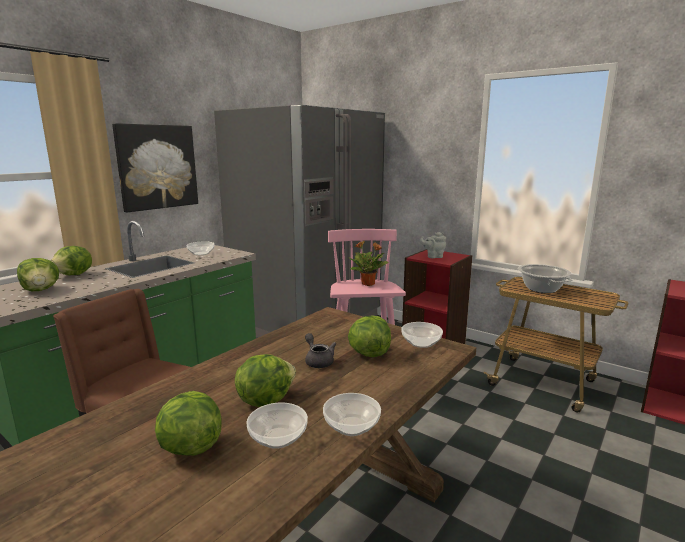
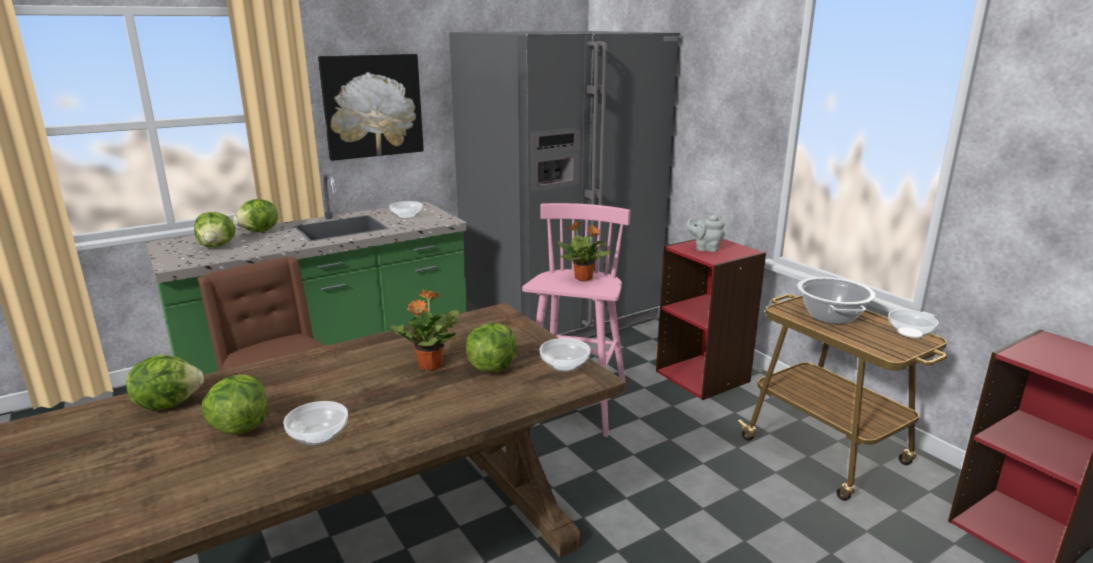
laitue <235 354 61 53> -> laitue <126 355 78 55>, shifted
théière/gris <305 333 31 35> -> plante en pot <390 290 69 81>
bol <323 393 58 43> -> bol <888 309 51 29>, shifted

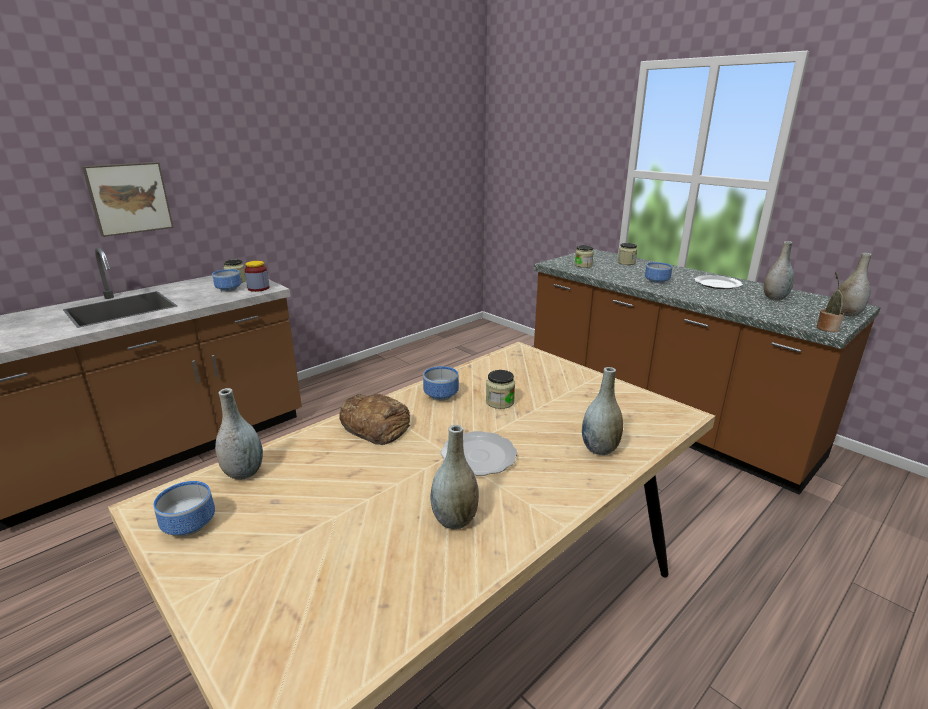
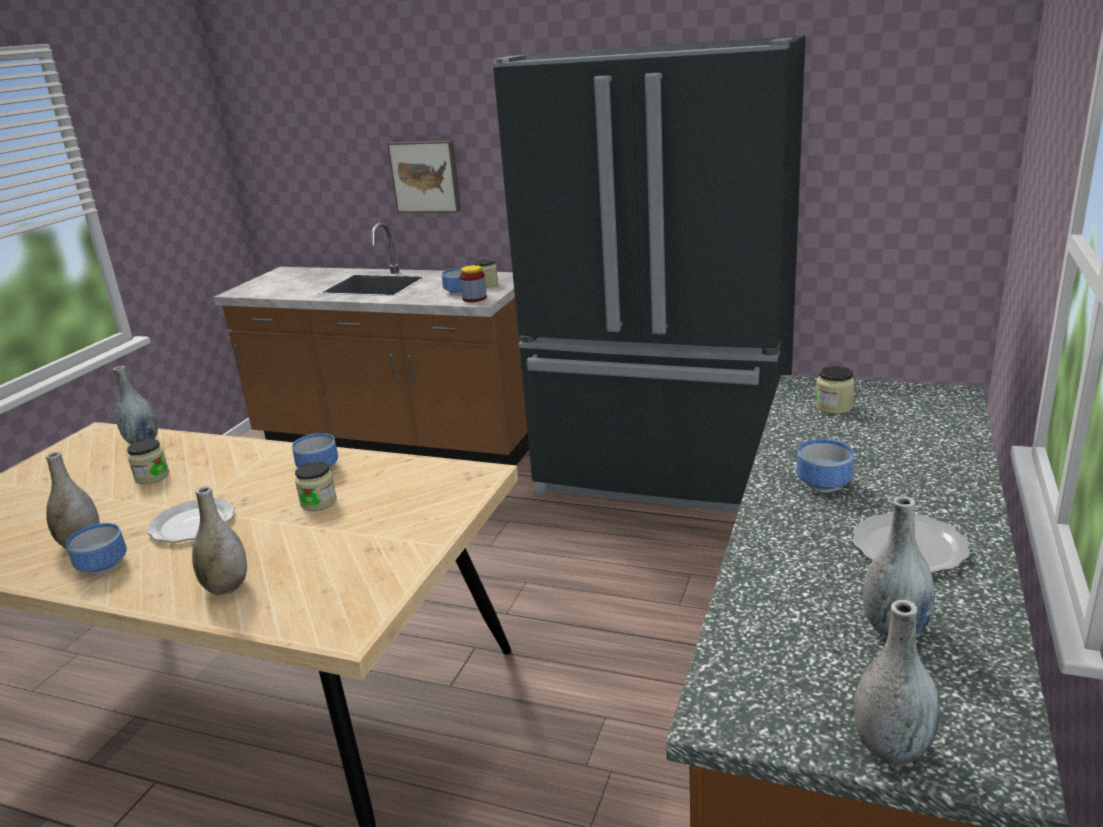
bol <153 481 62 55> -> bol <66 523 61 51>, shifted
bocal <618 243 19 22> -> bocal <127 439 42 45>, shifted
none -> réfrigérateur/noir <492 35 314 478>
pain <339 393 71 52> -> none
plante en pot <816 272 28 60> -> none

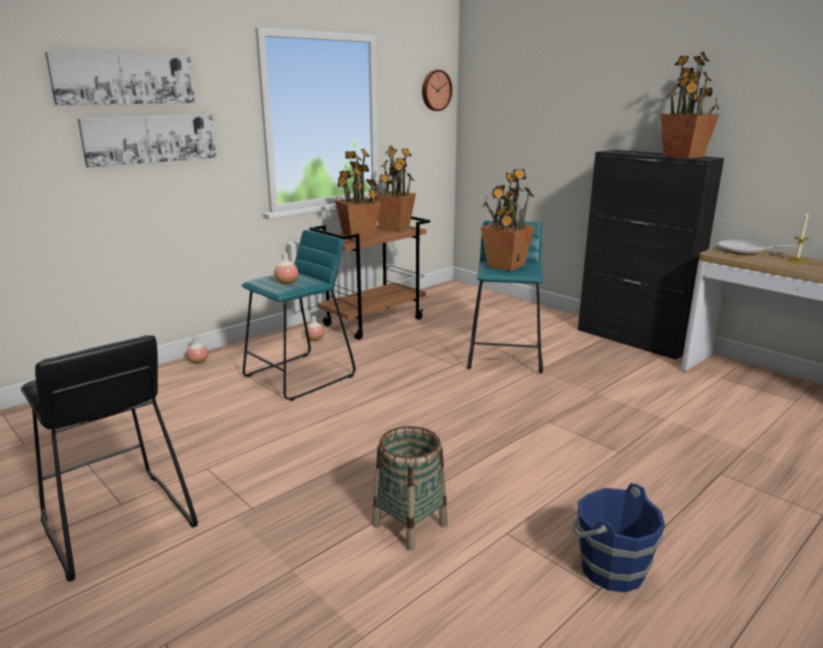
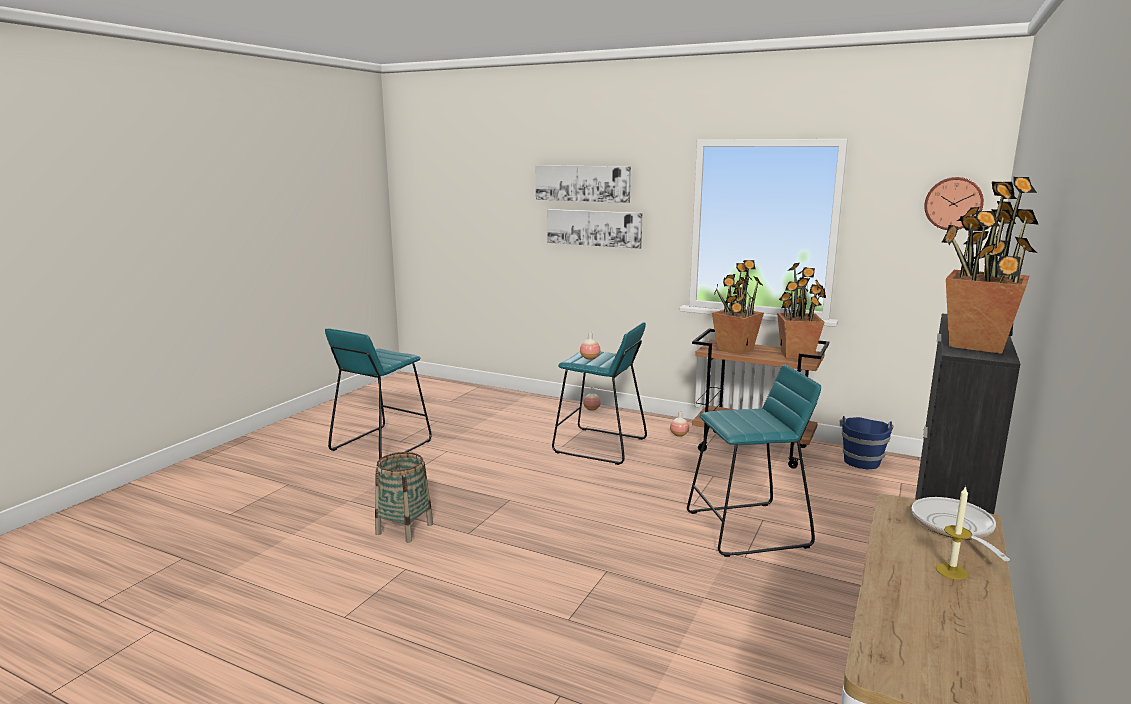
tabouret/noir <21 335 177 247> -> tabouret/turquoise <325 328 107 131>
seau/bleu <571 483 94 109> -> seau/bleu <840 416 54 53>, shifted
plante en pot <481 169 54 102> -> none

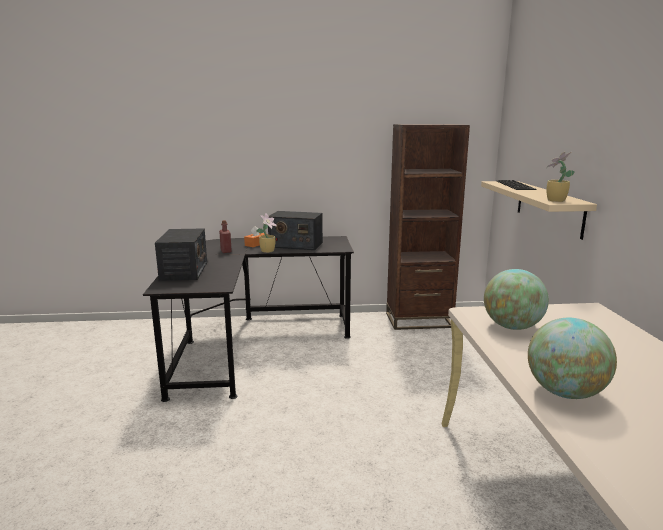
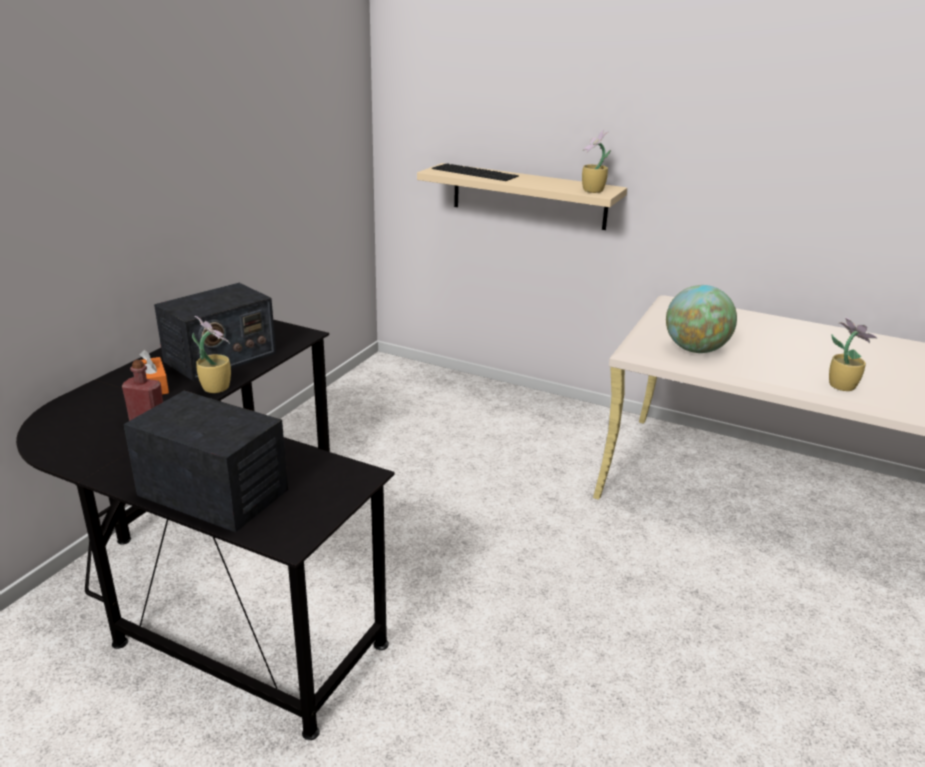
globe <528 318 89 81> -> plante en pot <829 318 48 73>
bibliothèque/marron <386 124 84 206> -> none

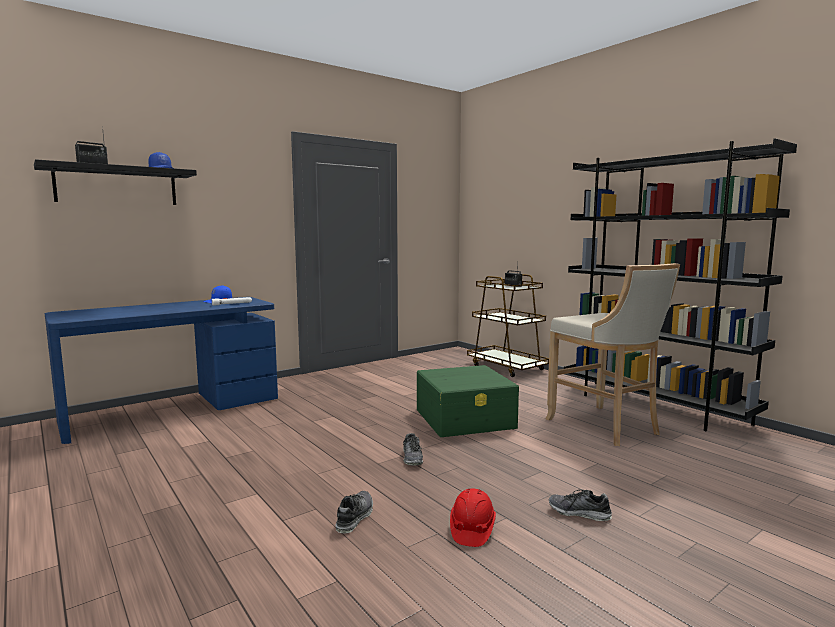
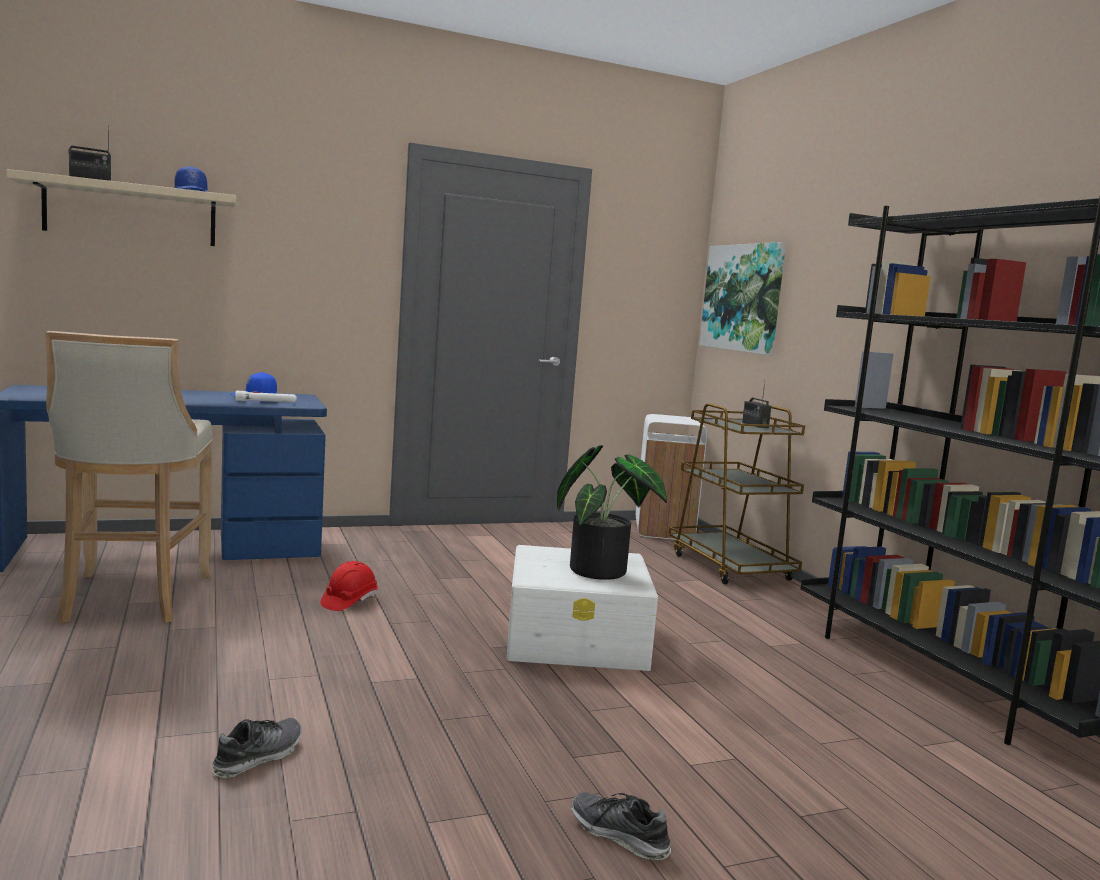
étagère/noir <34 159 163 46> -> étagère/beige <6 169 230 77>
tabouret/beige <546 263 134 183> -> tabouret/beige <45 331 168 292>, shifted
casque de chantier/rouge <450 488 46 59> -> casque de chantier/rouge <320 561 58 50>, shifted
boîte de rangement/vert <417 365 102 72> -> boîte de rangement/blanc <507 545 151 126>
none -> plante en pot <557 445 110 135>
none -> poubelle/blanc <636 414 71 126>
none -> tableau <699 242 87 113>
chaussure <403 433 20 33> -> none

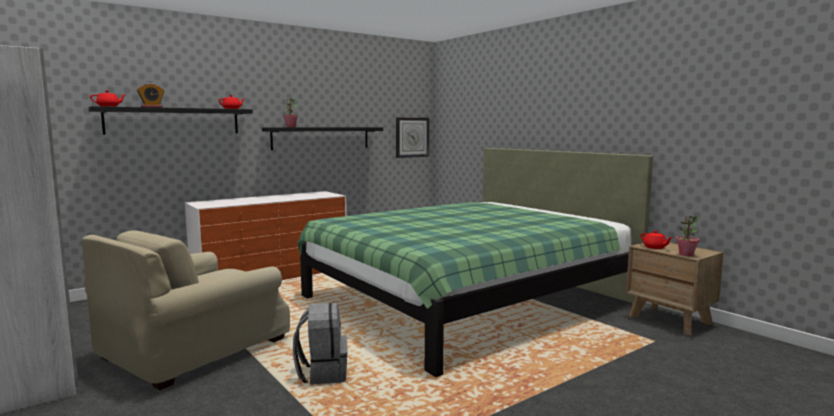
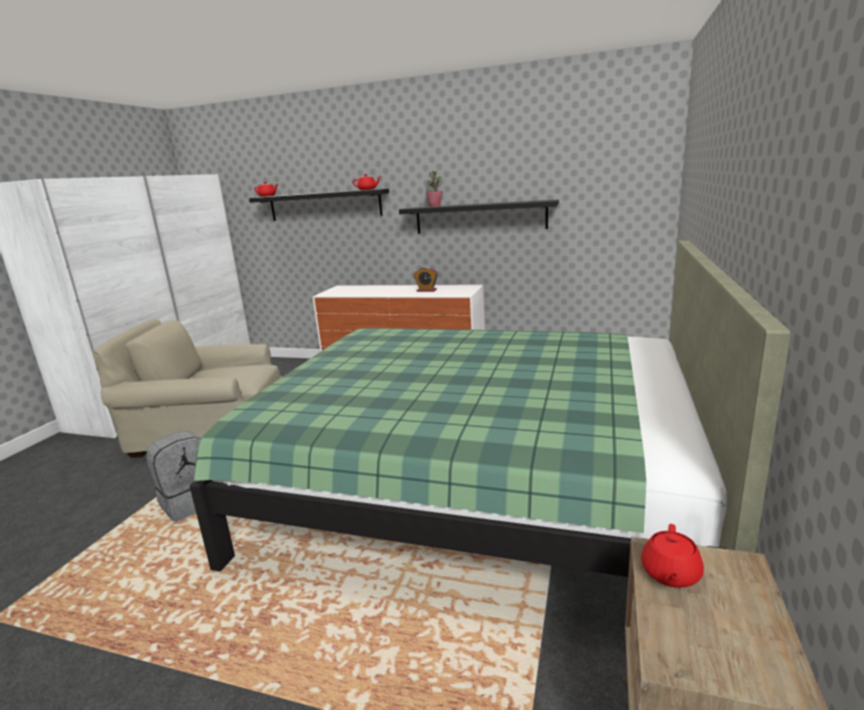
réveil <137 83 27 25> -> réveil <413 267 25 25>, shifted
horloge murale <396 117 33 41> -> none
plante en pot <676 216 23 40> -> none

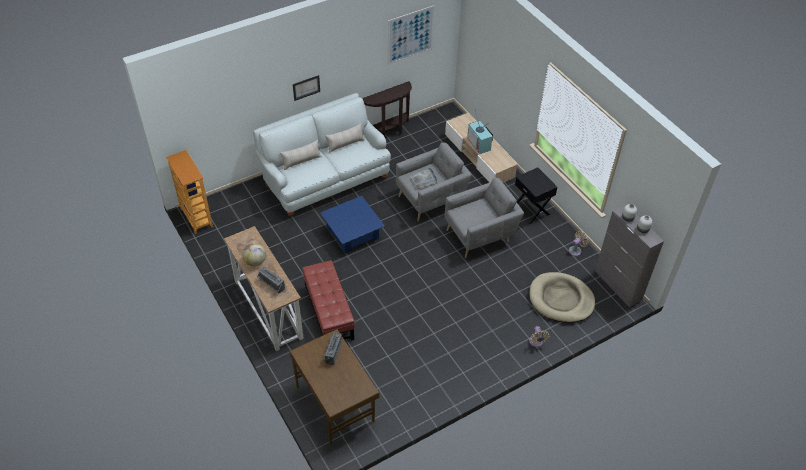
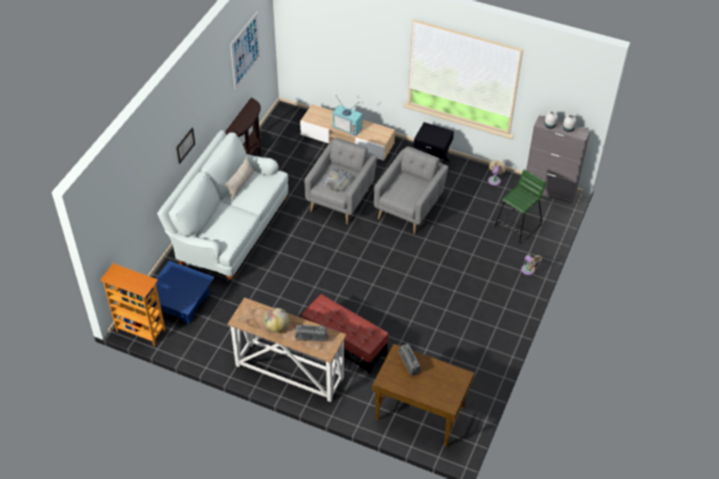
table basse/bleu <320 196 65 57> -> table basse/bleu <150 261 64 63>, shifted
panier pour chien/beige <529 272 66 51> -> tabouret/vert <495 169 51 74>
coussin/beige <280 140 42 30> -> none

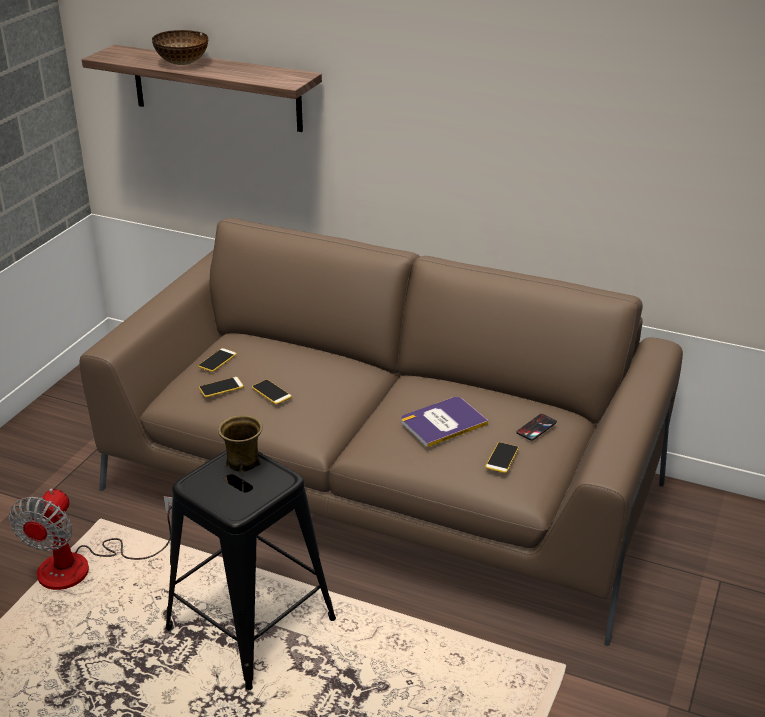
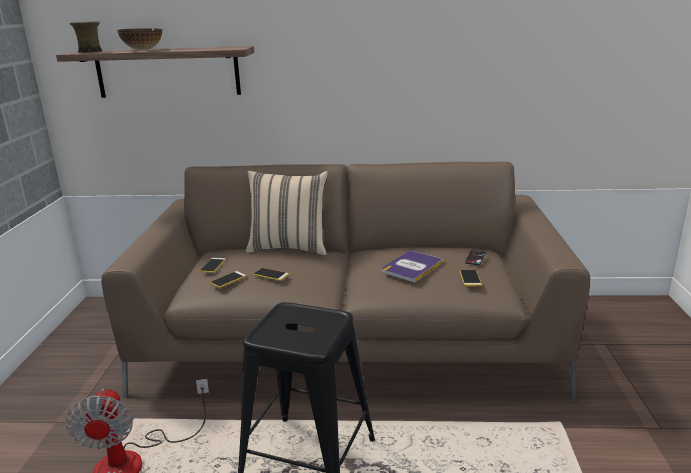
mug/marron <218 415 45 59> -> mug/marron <70 21 32 32>, shifted
none -> coussin/beige <246 171 82 84>

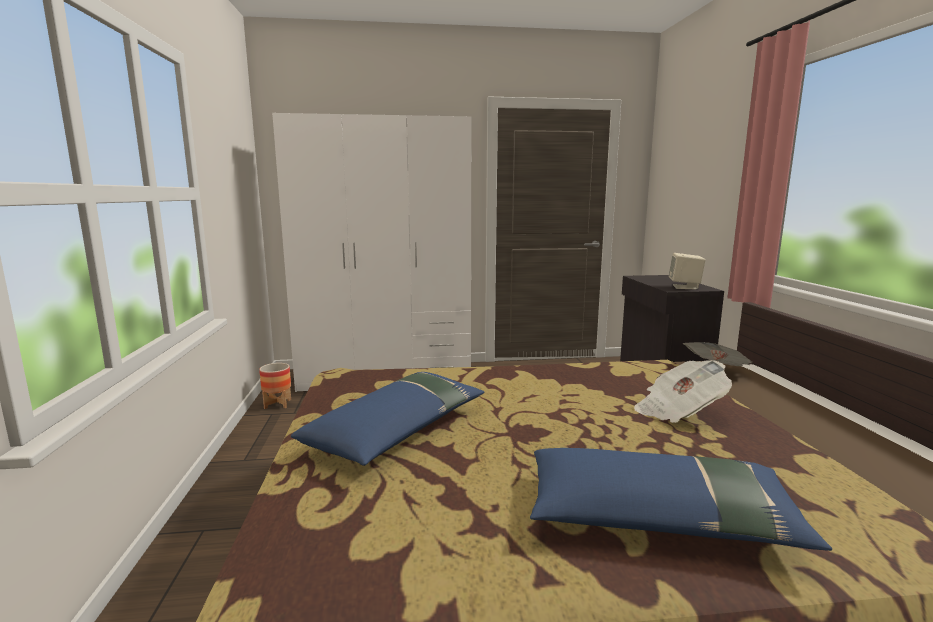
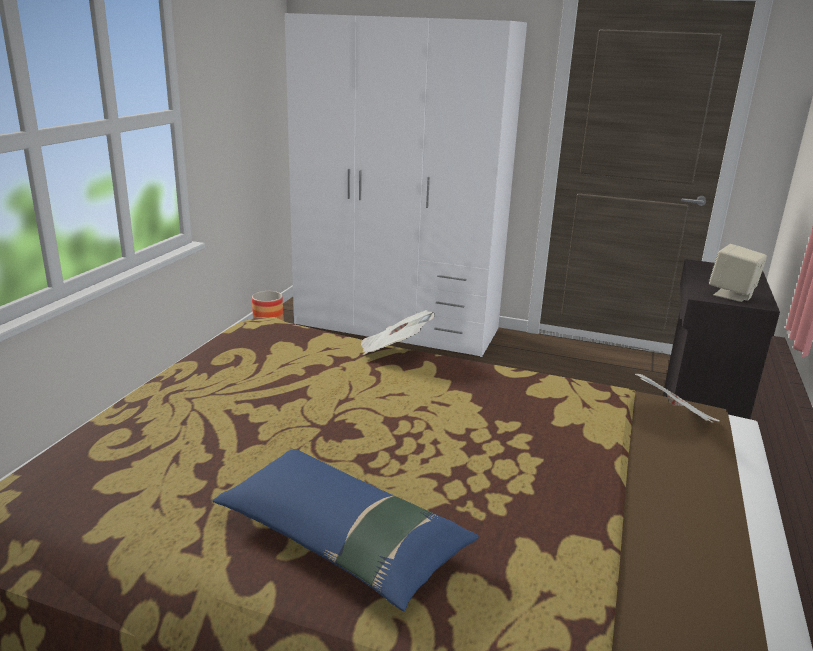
journal <634 360 98 63> -> journal <361 310 73 45>, shifted
coussin/bleu <291 372 194 94> -> none

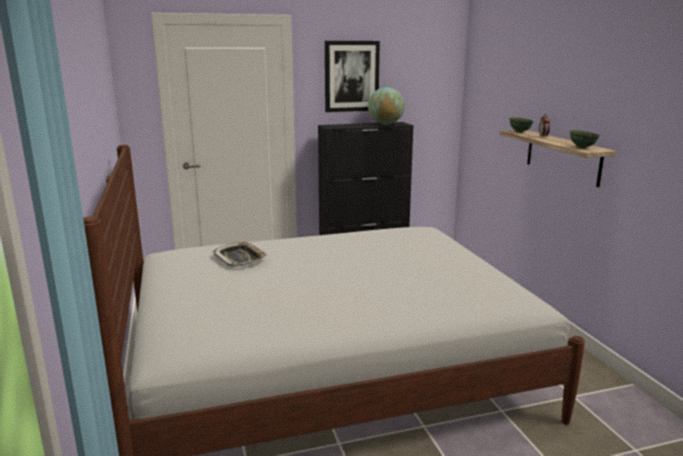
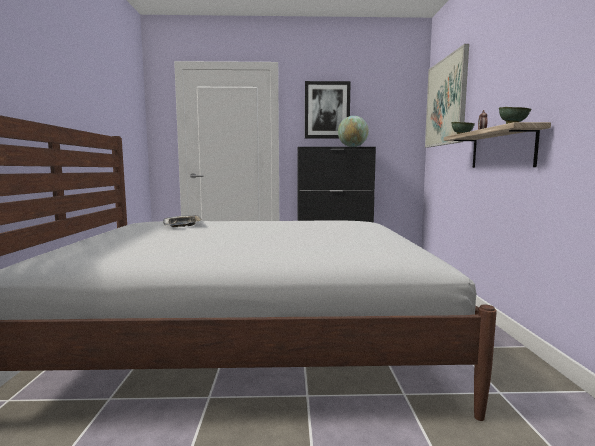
none -> tableau <425 44 44 103>

